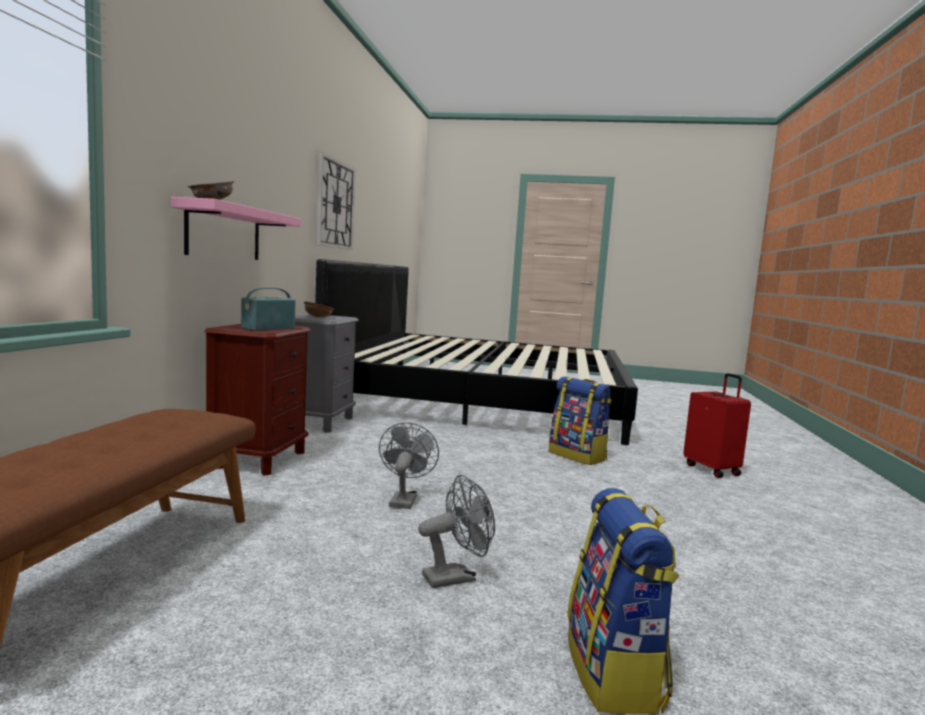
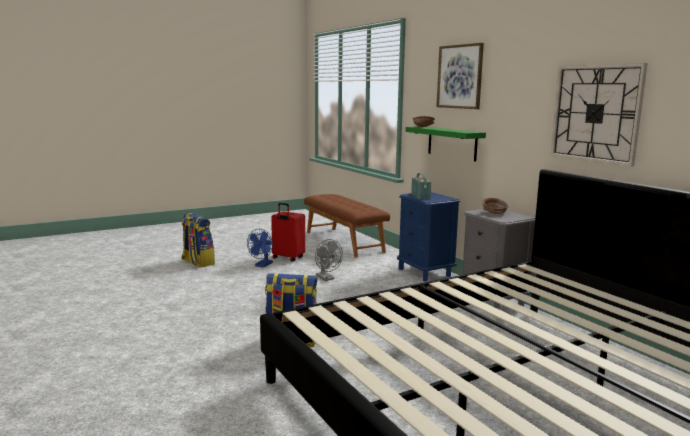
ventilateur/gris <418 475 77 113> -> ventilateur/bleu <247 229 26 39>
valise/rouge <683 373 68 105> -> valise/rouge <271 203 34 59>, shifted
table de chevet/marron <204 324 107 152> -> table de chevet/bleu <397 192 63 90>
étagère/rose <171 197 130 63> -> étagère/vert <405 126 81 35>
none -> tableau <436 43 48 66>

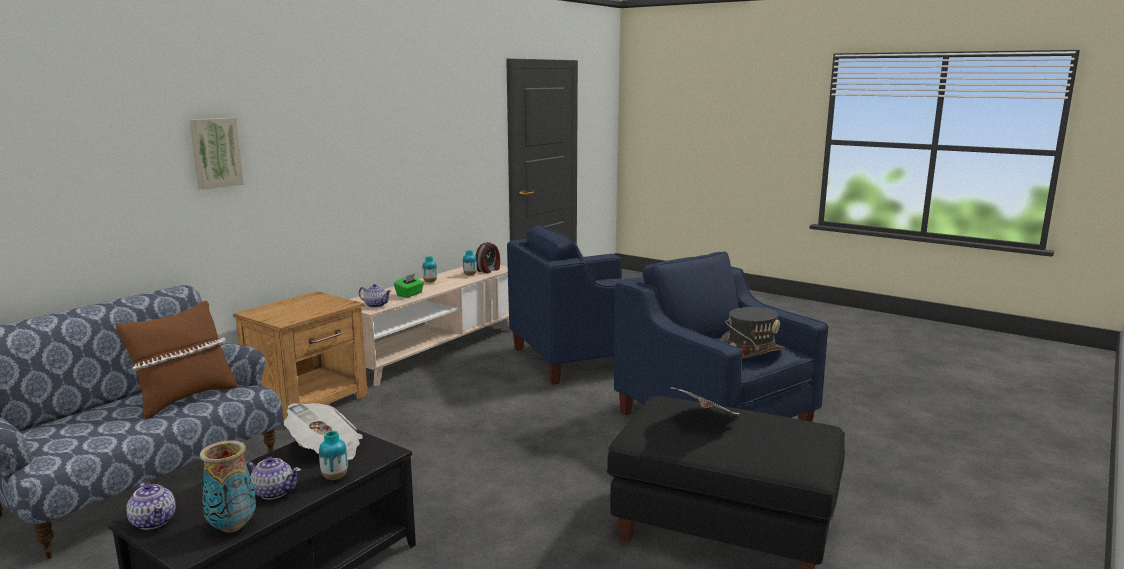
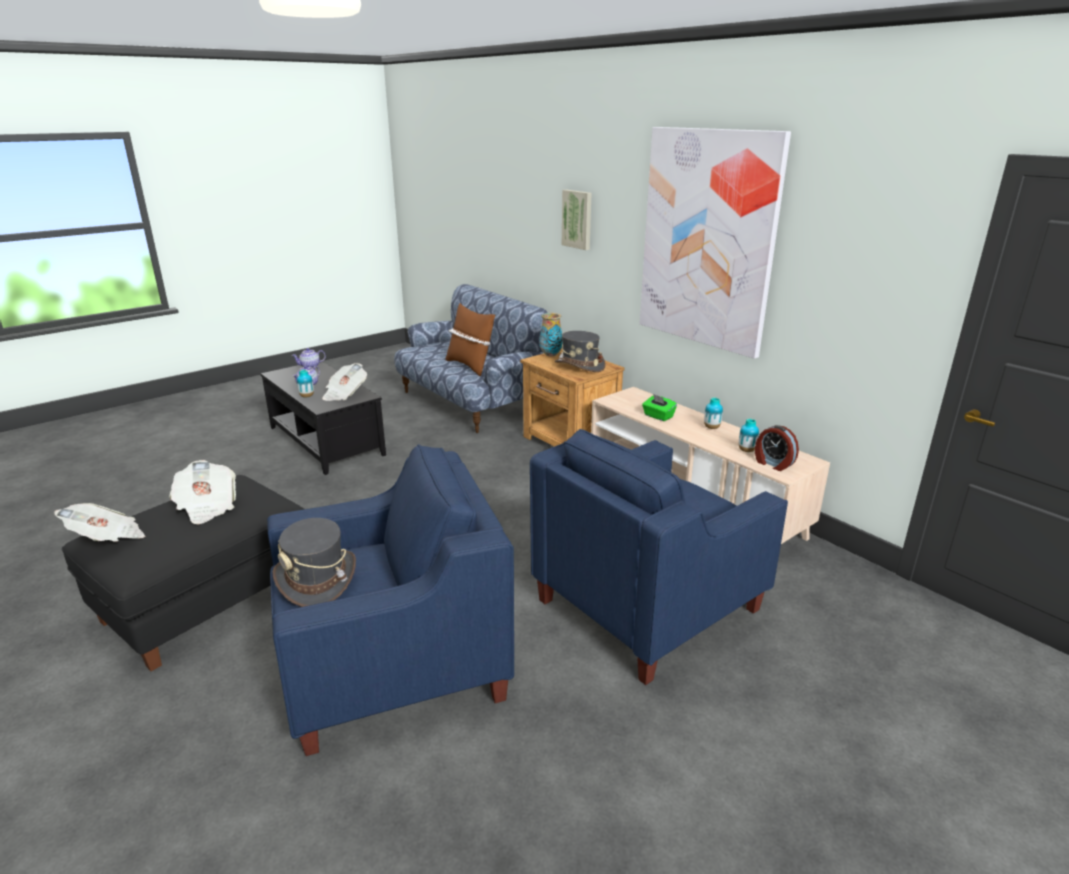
none -> journal <54 503 91 39>
fauteuil/bleu <507 225 136 160> -> fauteuil/bleu <530 429 258 256>, 120 degrees counterclockwise
vase <200 440 56 93> -> vase <539 313 24 43>, shifted
none -> chapeau/gris <554 331 52 41>
none -> tableau <639 127 152 232>
théière <359 284 32 24> -> none

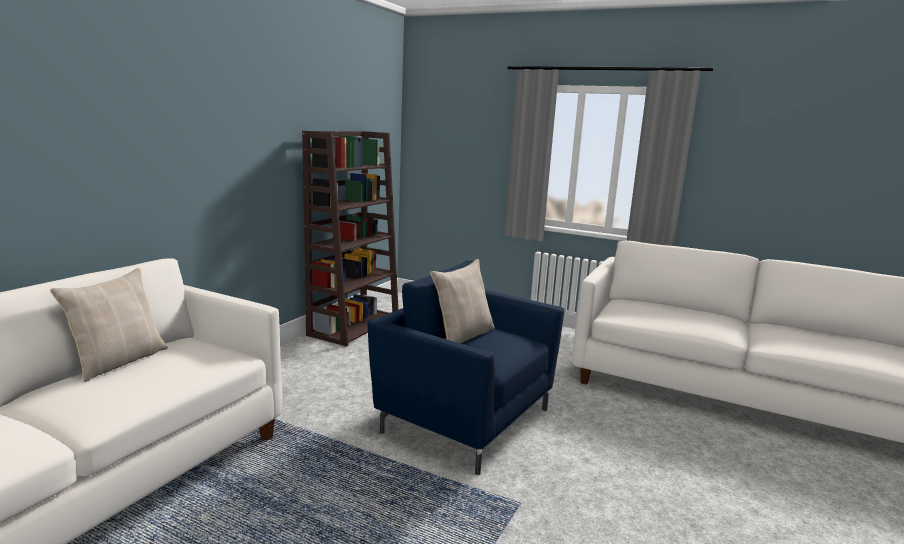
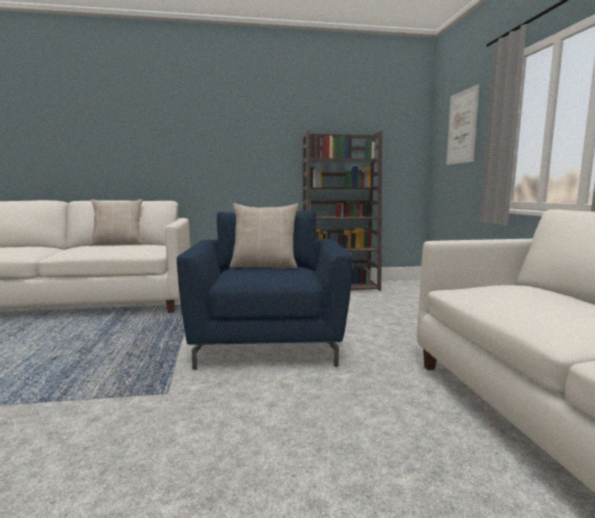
none -> tableau <446 84 33 81>

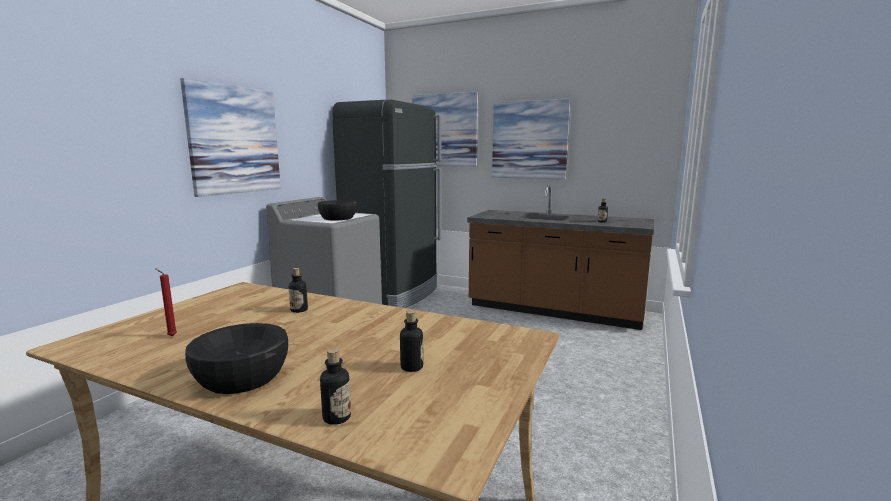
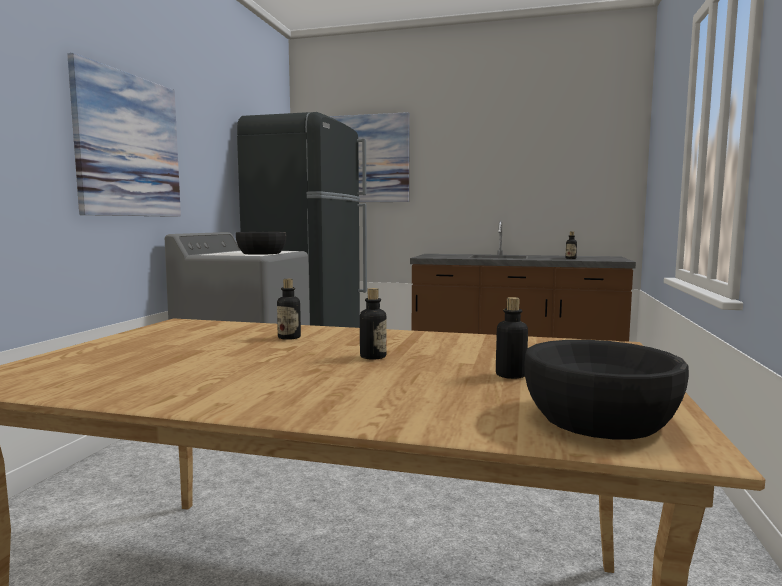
bouteille <320 348 31 77> -> bouteille <360 288 27 72>, shifted
bol/noir <185 323 103 71> -> bol/noir <524 340 165 99>, shifted
bougie/rouge <155 268 22 69> -> none
tableau <492 99 79 81> -> none

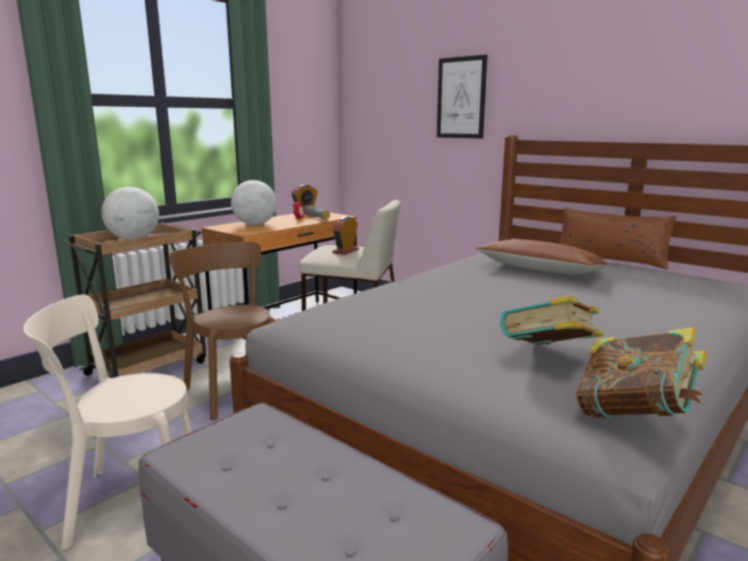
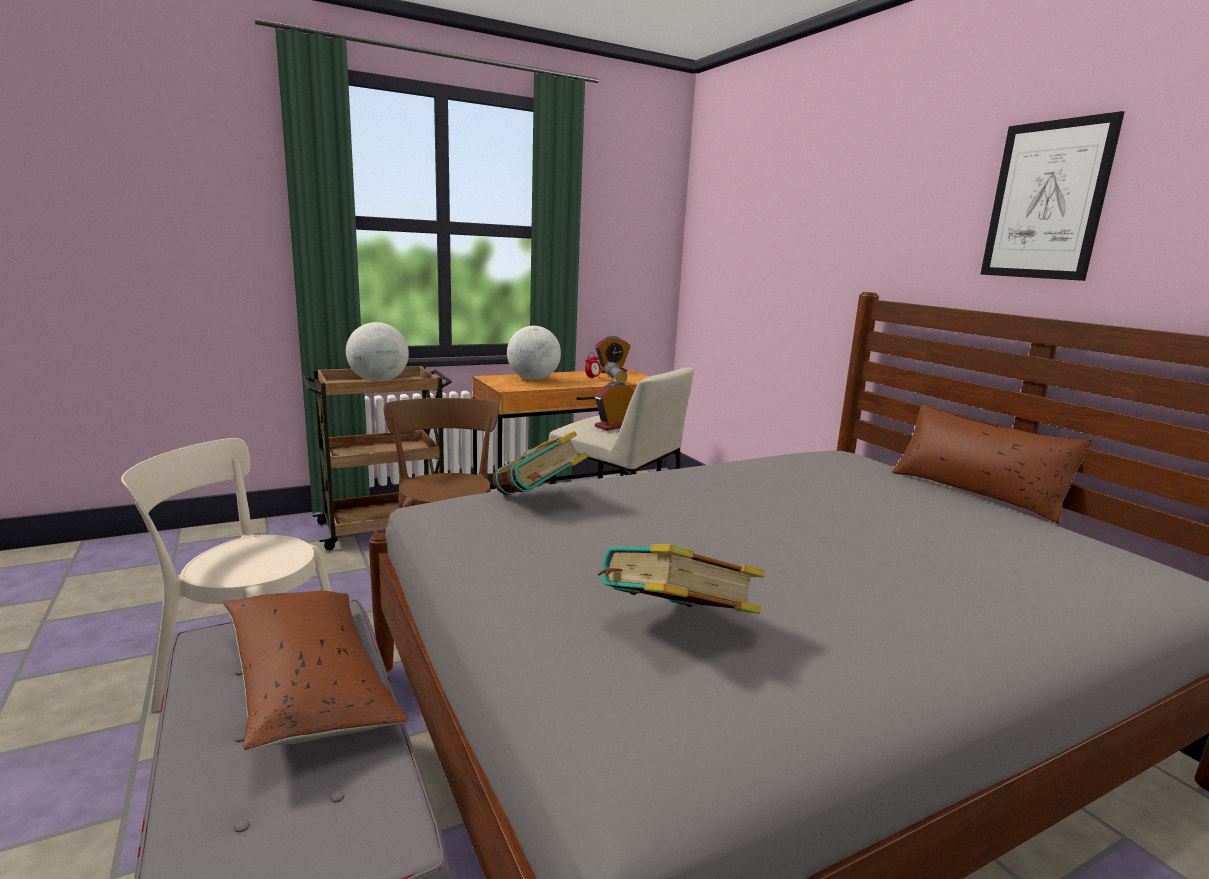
coussin/marron <476 239 134 36> -> coussin/marron <223 591 186 160>, shifted
livre <576 327 131 91> -> livre <493 431 95 64>, shifted
tableau <437 55 50 83> -> tableau <980 111 144 170>, shifted

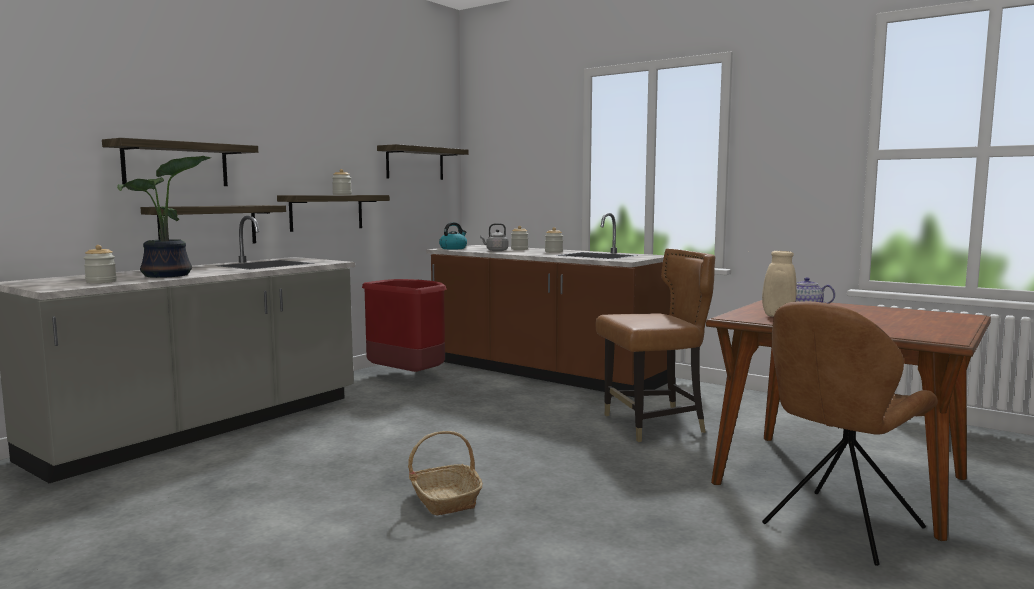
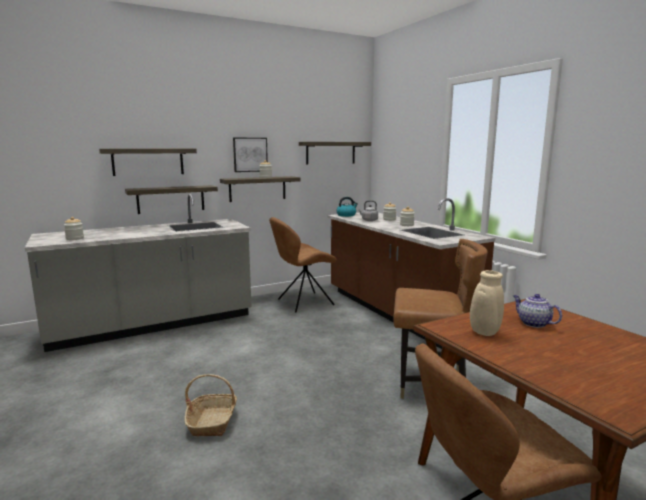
none -> tableau <233 137 35 35>
poubelle/rouge <362 279 84 93> -> chaise/marron <269 217 68 95>
plante en pot <117 156 94 122> -> none

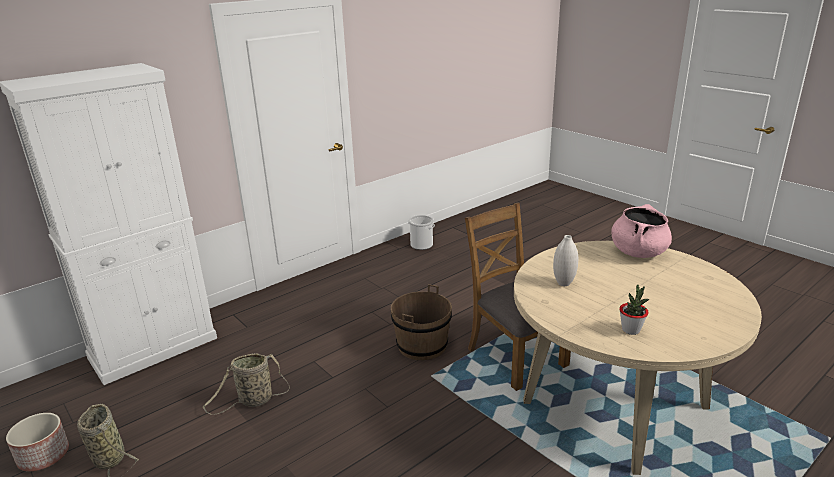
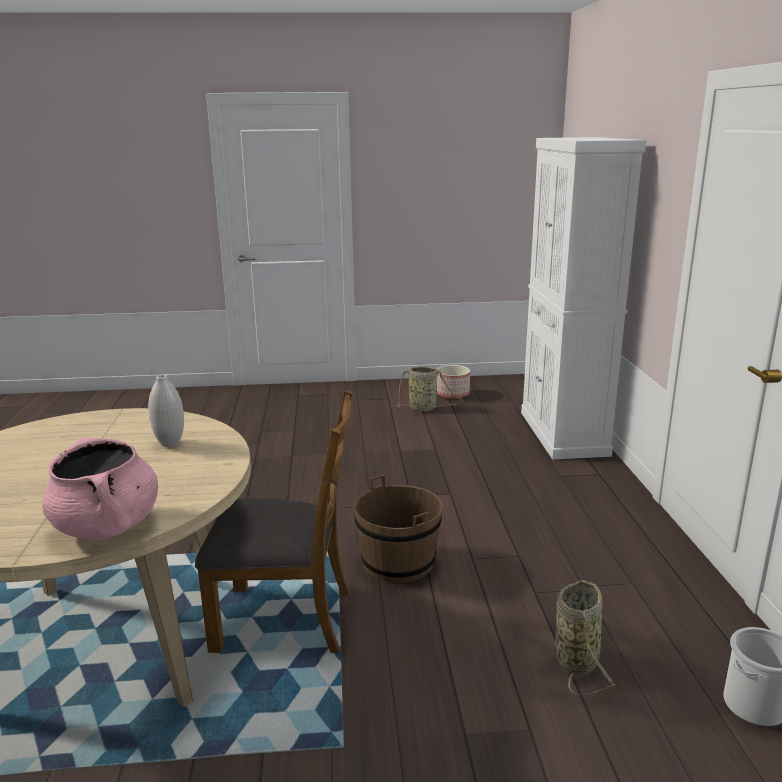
panier <203 353 87 62> -> panier <556 580 60 115>, shifted
plante en pot <619 284 30 51> -> none

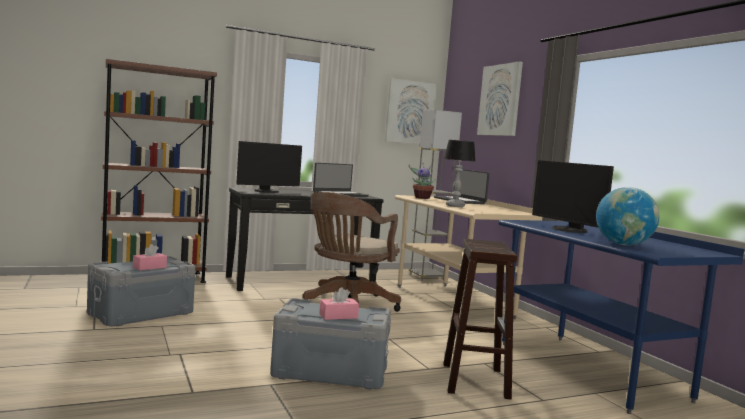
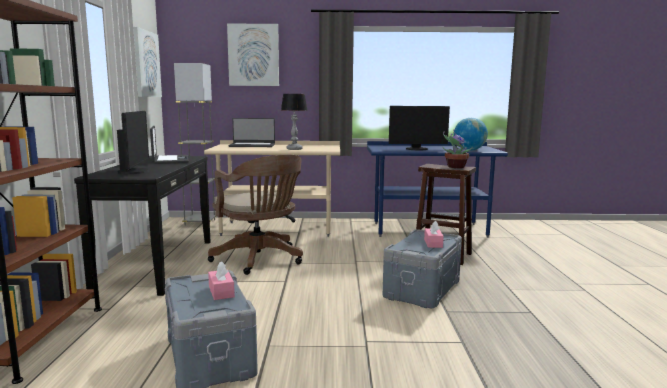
plante en pot <409 163 26 36> -> plante en pot <443 129 30 39>, shifted

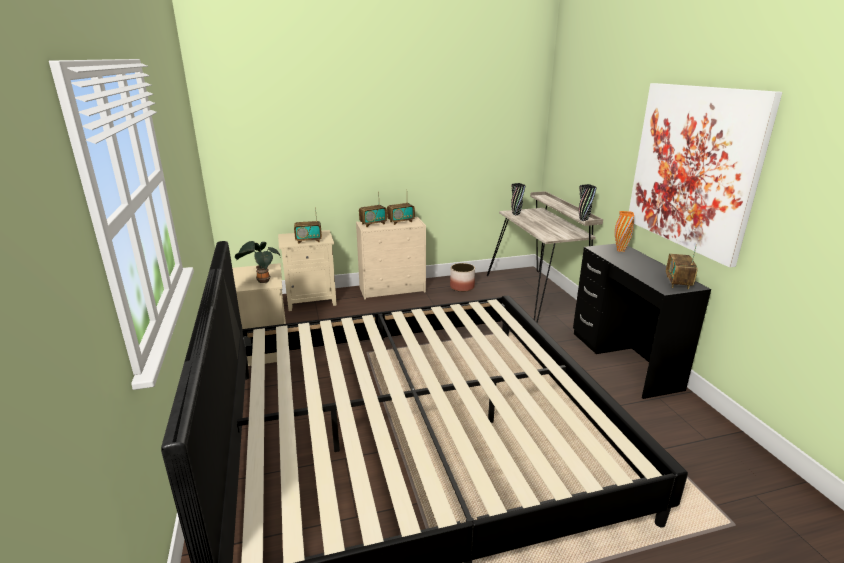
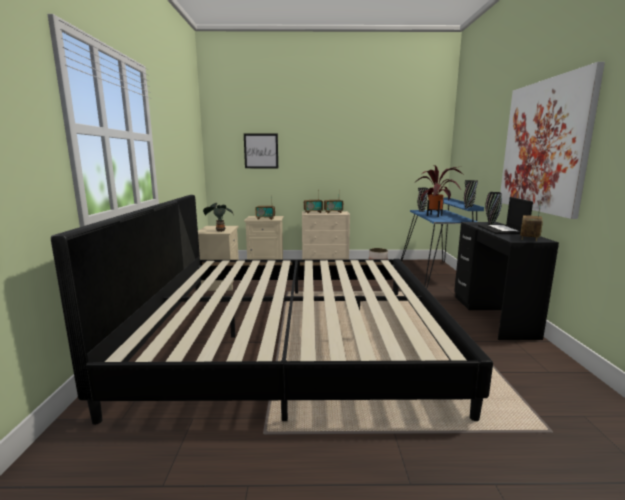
none -> tableau <244 134 34 34>
bureau/beige <487 191 116 132> -> bureau/bleu <401 197 83 92>
none -> plante en pot <417 165 46 52>
none -> ordinateur portable <478 197 55 37>
vase/orange <615 211 19 41> -> vase/noir <485 192 17 33>

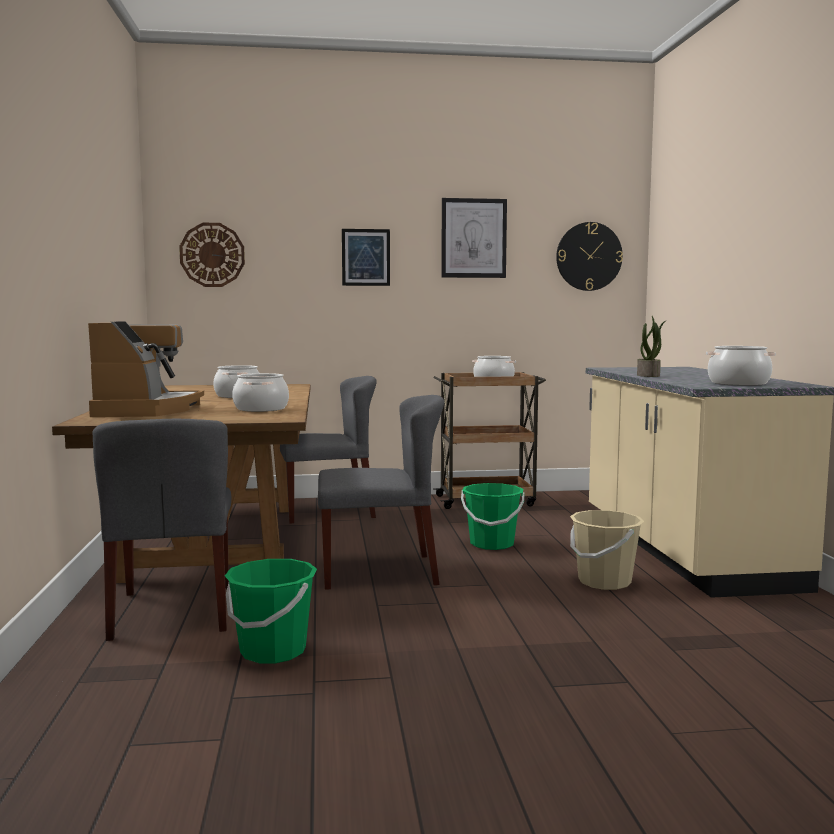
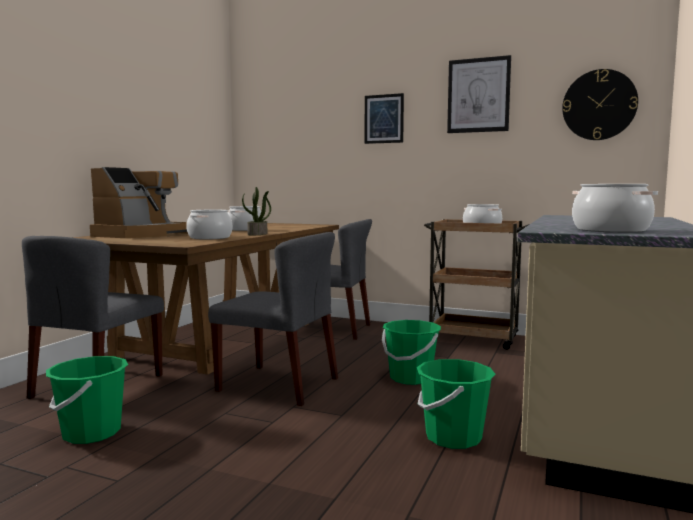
plante en pot <637 316 29 61> -> plante en pot <242 187 29 48>, shifted
seau/beige <570 510 74 80> -> seau/vert <417 359 78 90>
horloge murale <179 223 66 64> -> none

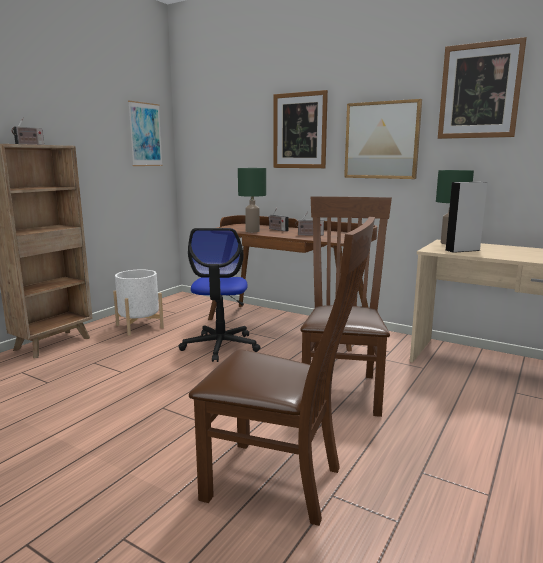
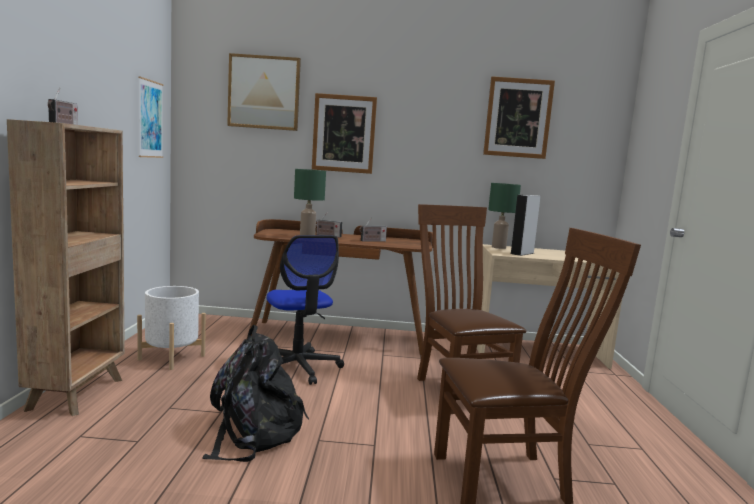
none -> sac à dos/noir <202 325 107 137>
tableau <344 99 78 80> -> tableau <227 53 74 78>, shifted

